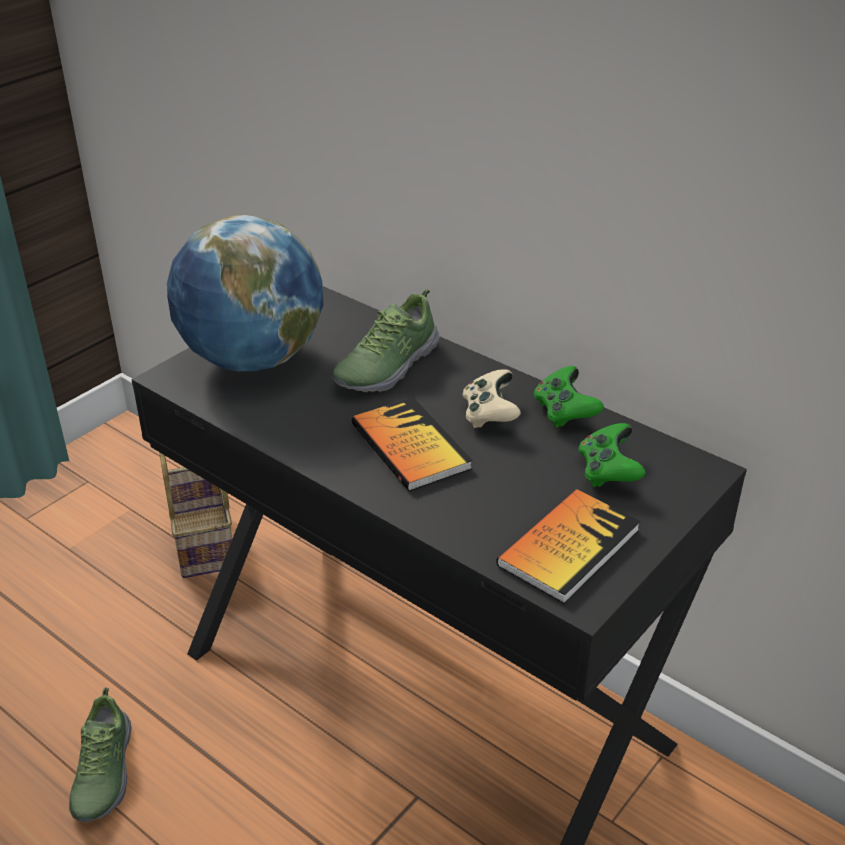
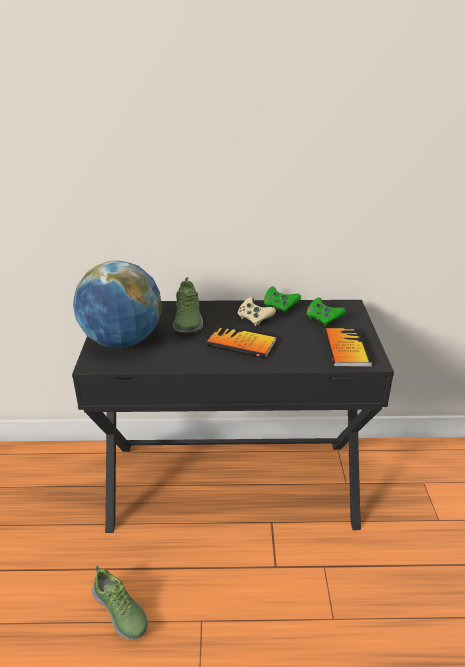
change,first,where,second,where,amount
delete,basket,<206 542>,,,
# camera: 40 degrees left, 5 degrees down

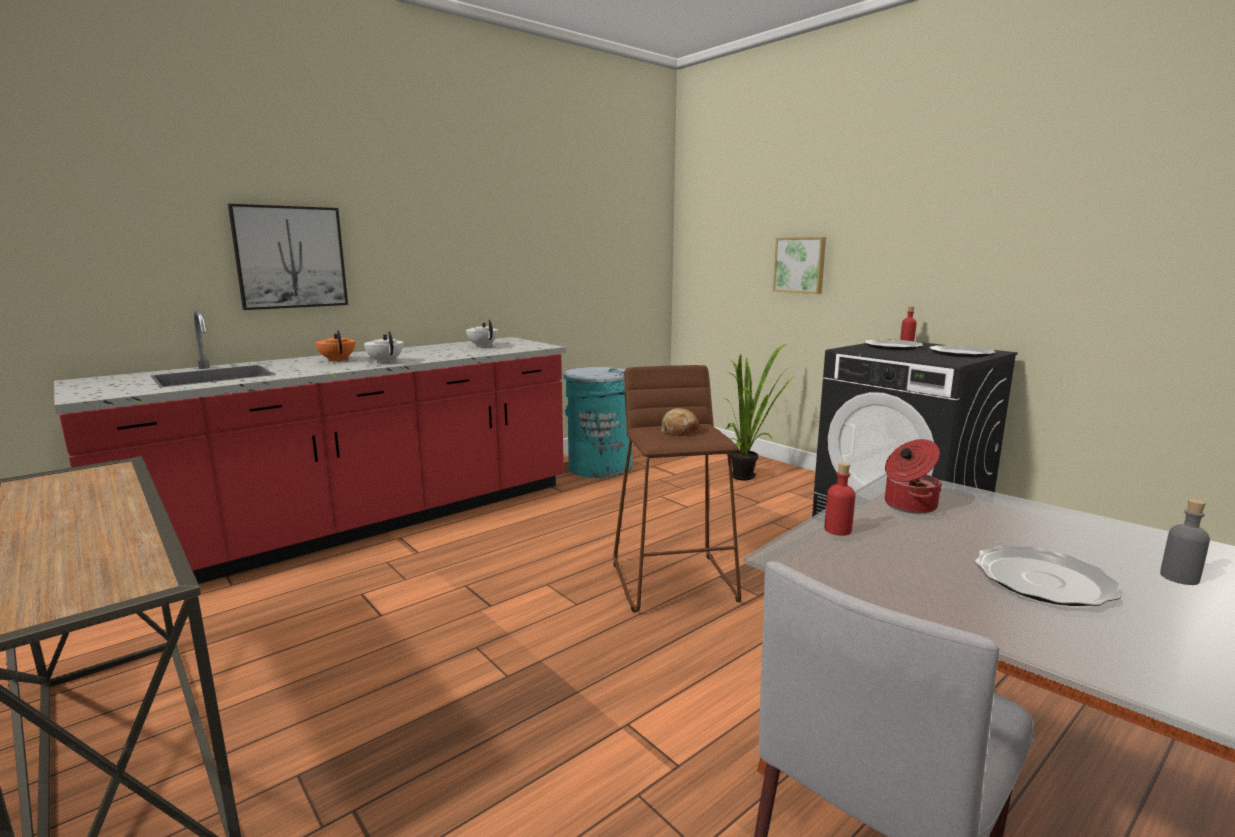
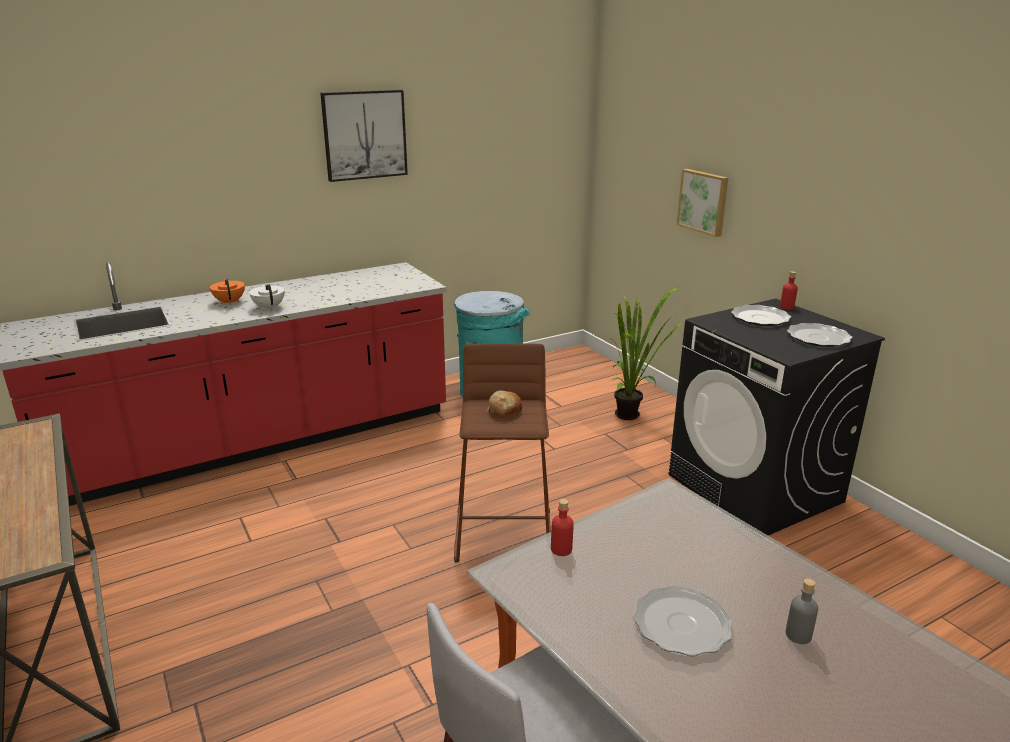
change,first,where,second,where,amount
move,picture,<290 257>,,<364 135>,
delete,teapot (white),<482 346>,,,
delete,cooking pot,<908 505>,,,
# camera: 10 degrees right, 10 degrees up

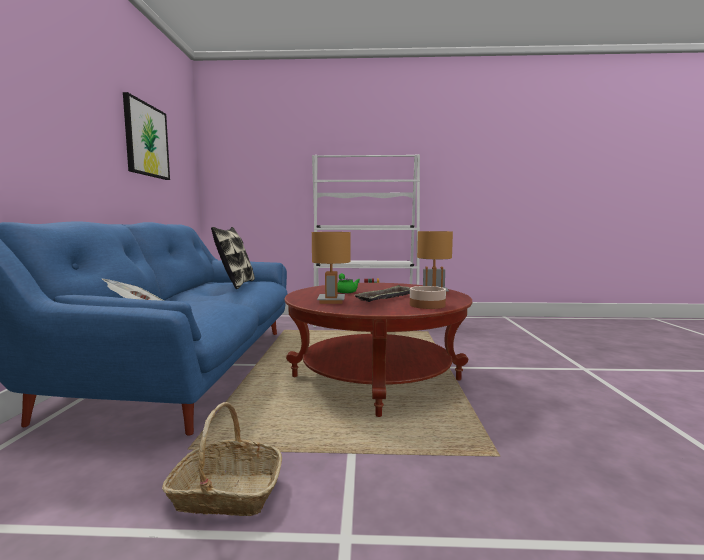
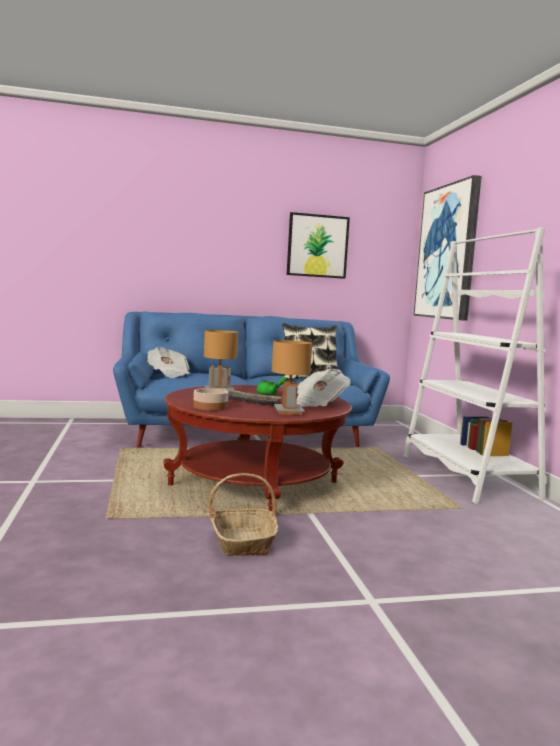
change,first,where,second,where,amount
move,basket,<226 493>,,<243 541>,
insert,,,newspaper,<318 404>,
insert,,,picture,<447 252>,
# camera: 75 degrees right, 0 degrees up

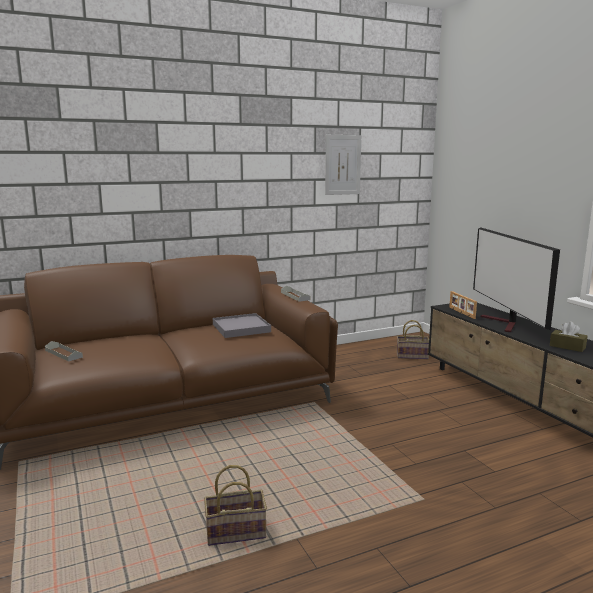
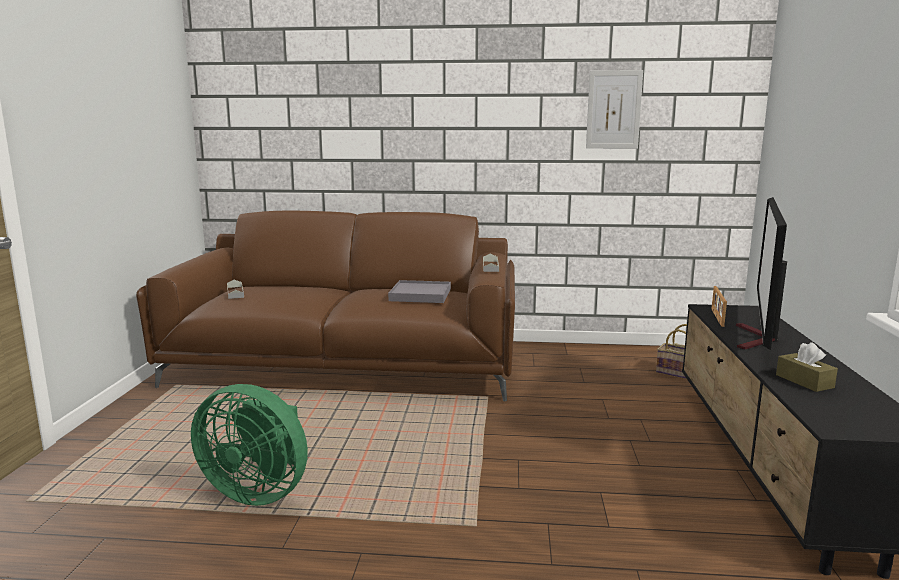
change,first,where,second,where,amount
replace,basket,<237 531>,fan (green),<258 491>,
# camera: 30 degrees right, 0 degrees up

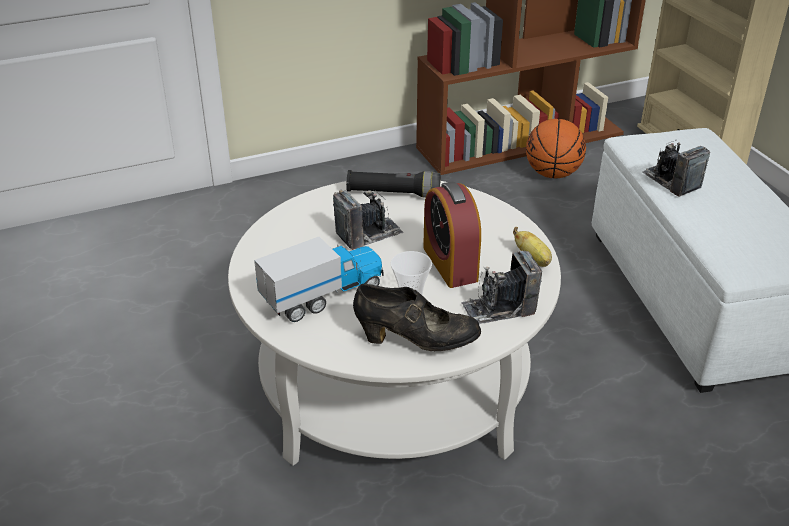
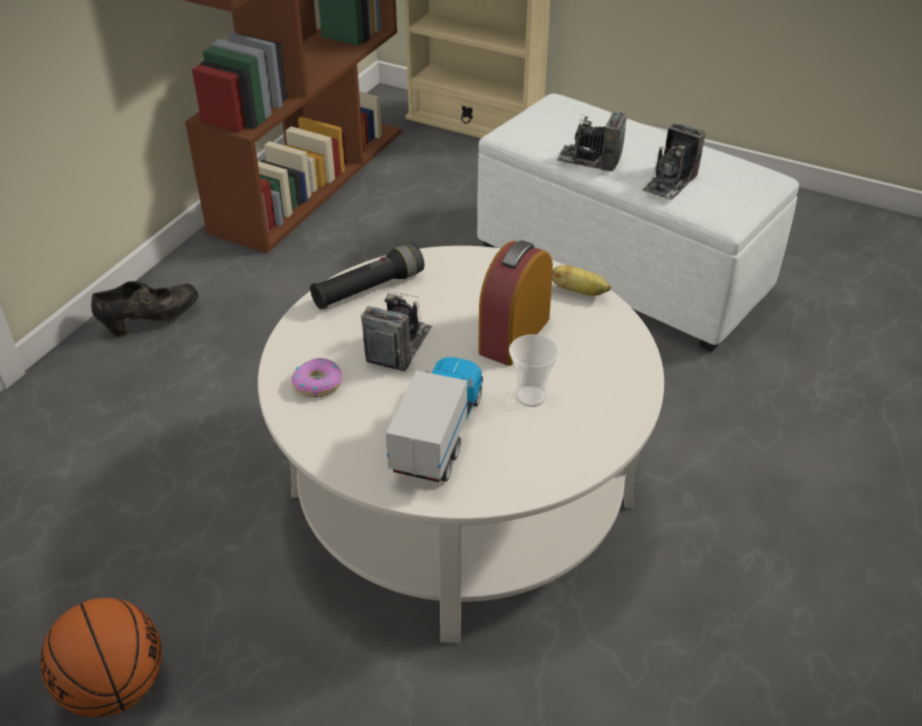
change,first,where,second,where,amount
move,basketball,<552 174>,,<114 688>,
move,shoe (black),<416 341>,,<151 321>,
insert,,,donut,<317 383>,
rotate,alarm clock,<450 264>,,<514 335>,90 degrees clockwise
move,photo camera,<499 308>,,<670 182>,
# camera: 40 degrees left, 5 degrees up

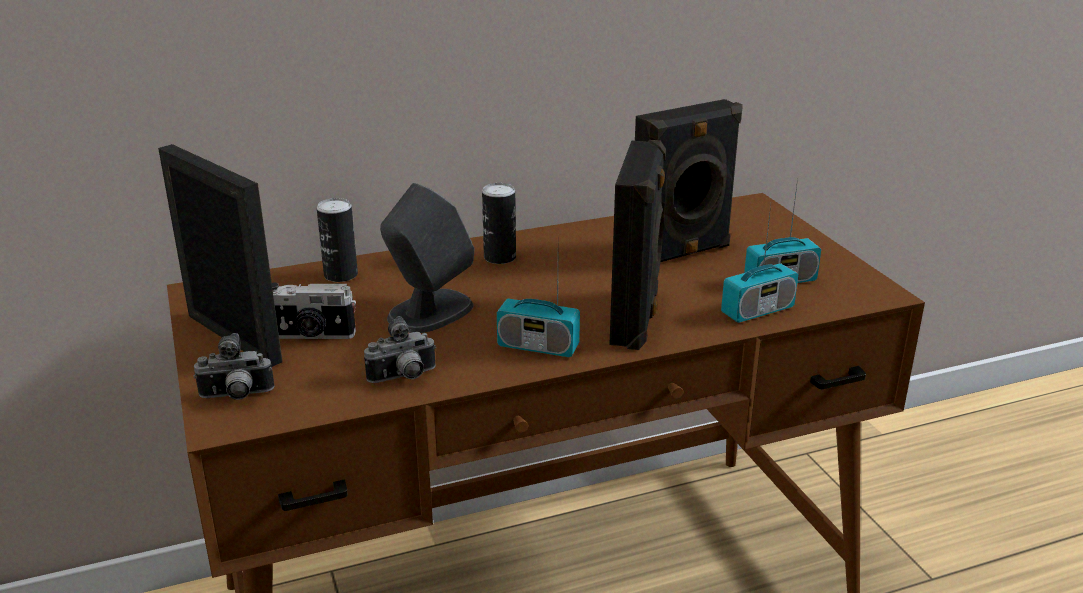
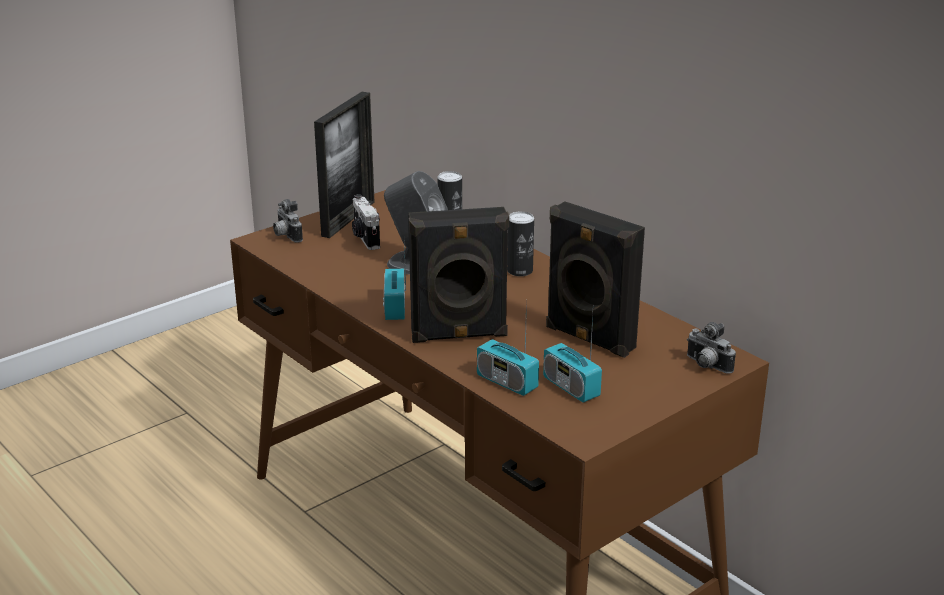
change,first,where,second,where,amount
move,photo camera,<403 378>,,<706 366>,
# camera: 70 degrees right, 0 degrees up

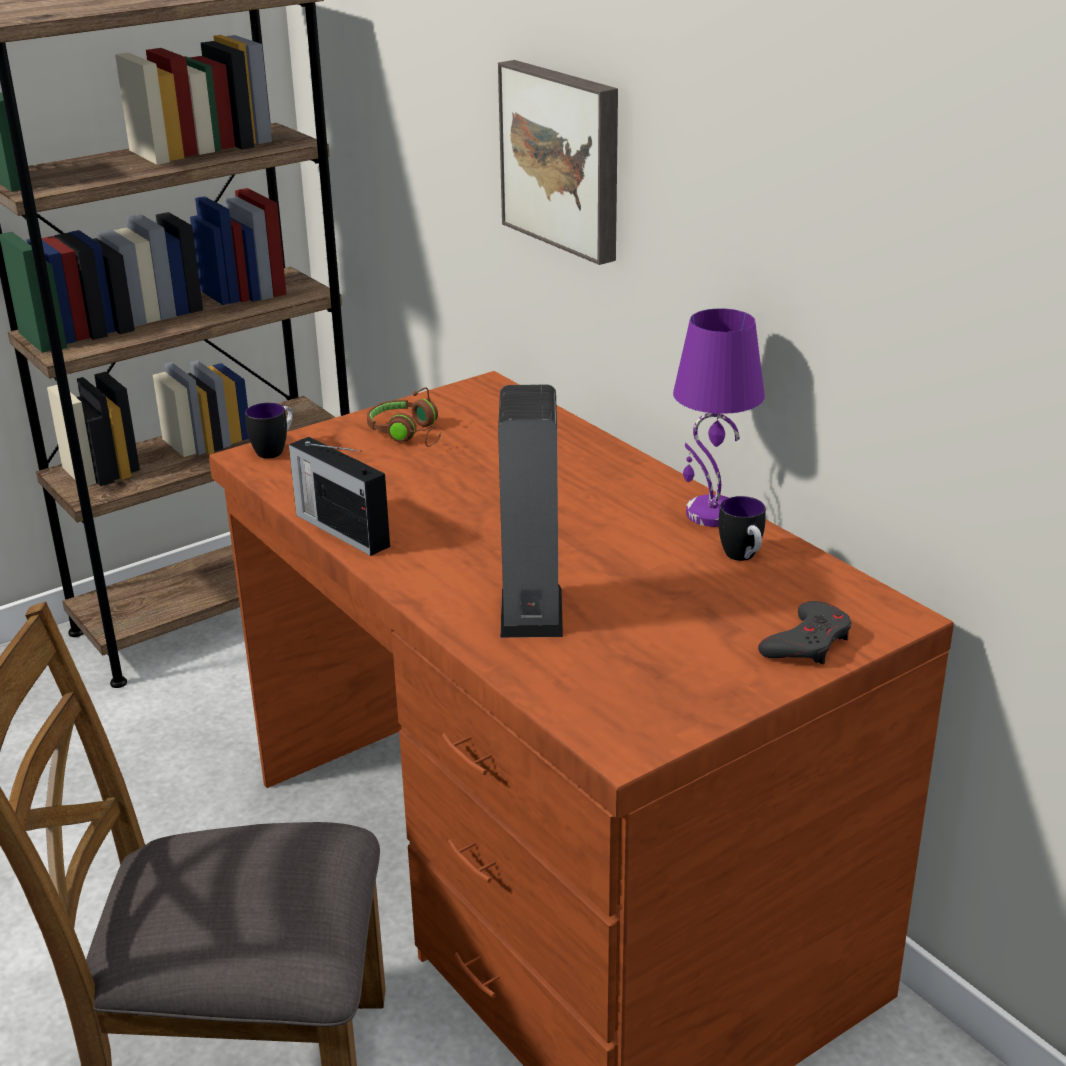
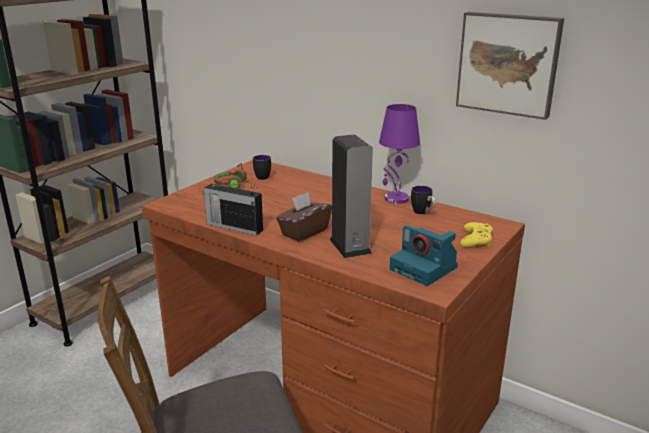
change,first,where,second,where,amount
move,mug,<275 450>,,<263 176>,
insert,,,tissue box (brown),<304 232>,
insert,,,photo camera,<425 268>,
move,picture,<564 158>,,<508 64>,
recolor,game controller (grey),<807 642>,game controller (yellow),<476 239>,
# camera: 20 degrees left, 5 degrees down

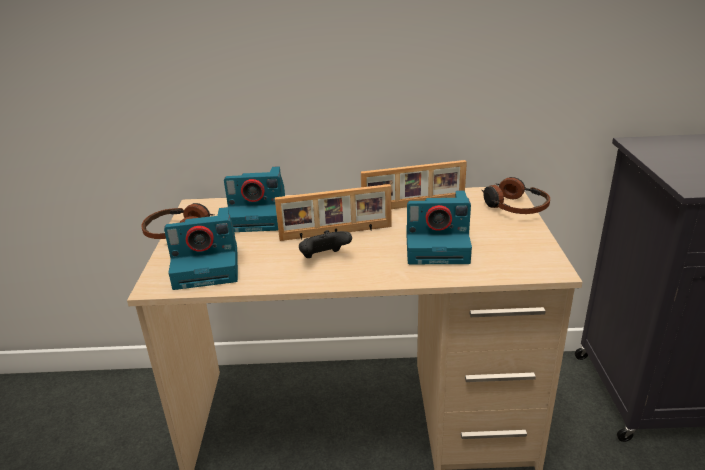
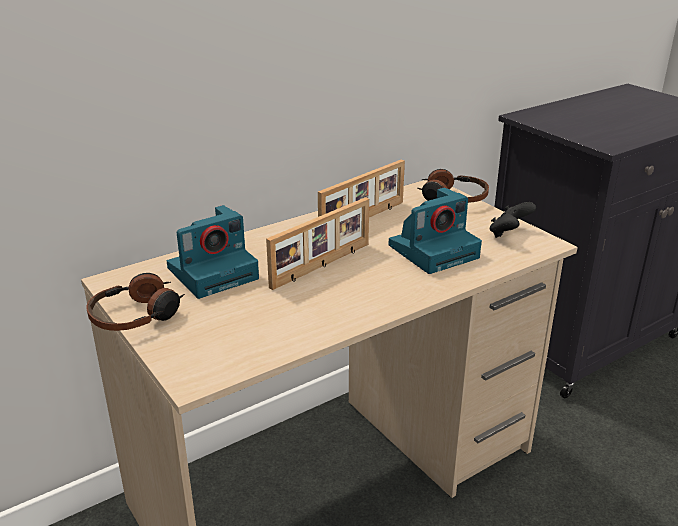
change,first,where,second,where,amount
move,game controller (black),<324 258>,,<509 234>,
delete,photo camera,<208 267>,,,
# camera: 35 degrees left, 0 degrees up

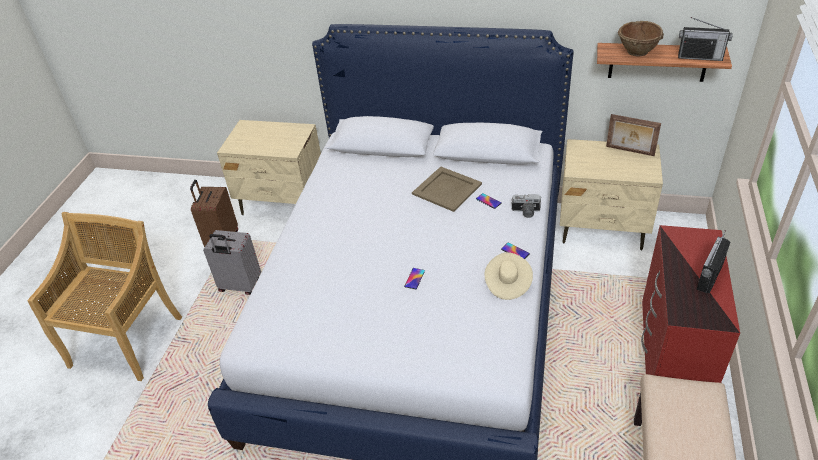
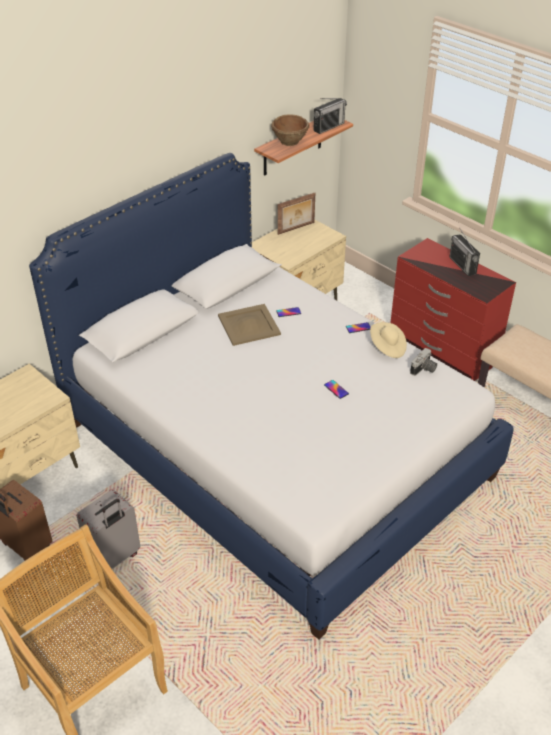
change,first,where,second,where,amount
move,photo camera,<525 212>,,<424 370>,
# camera: 60 degrees left, 0 degrees up

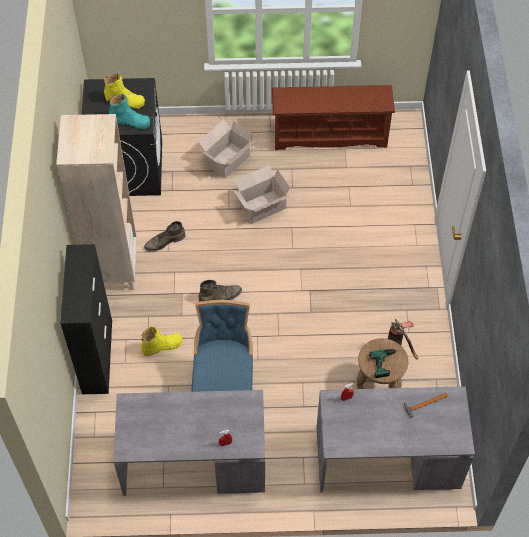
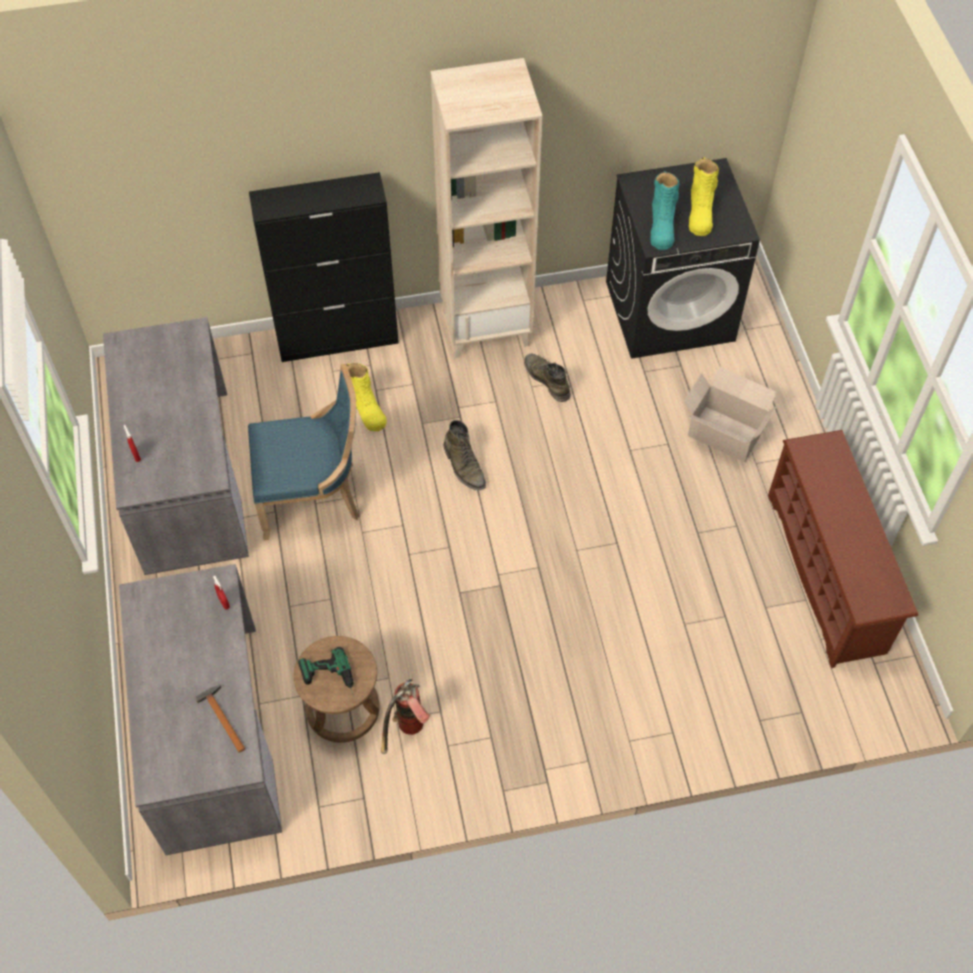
change,first,where,second,where,amount
delete,cardboard box,<261 207>,,,
# camera: 80 degrees right, 0 degrees up

